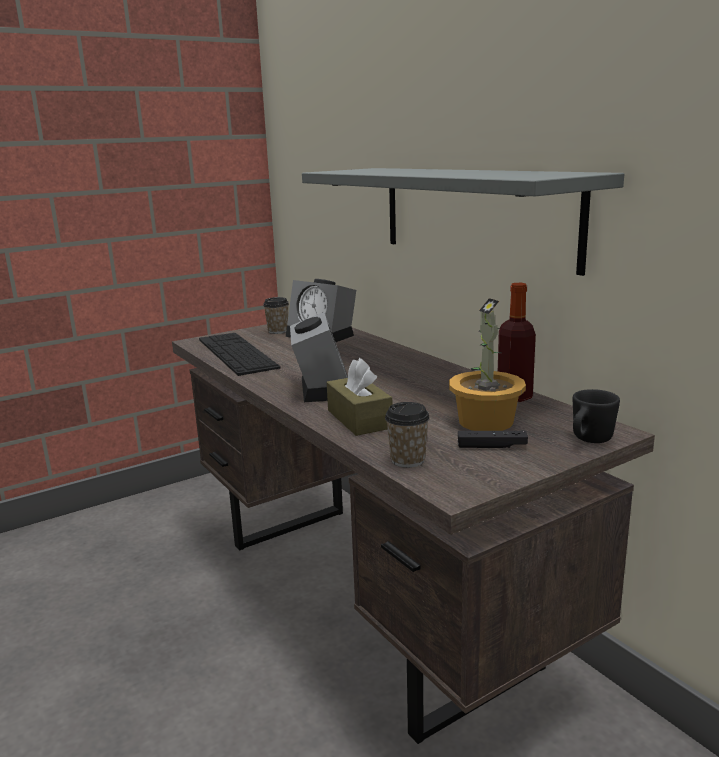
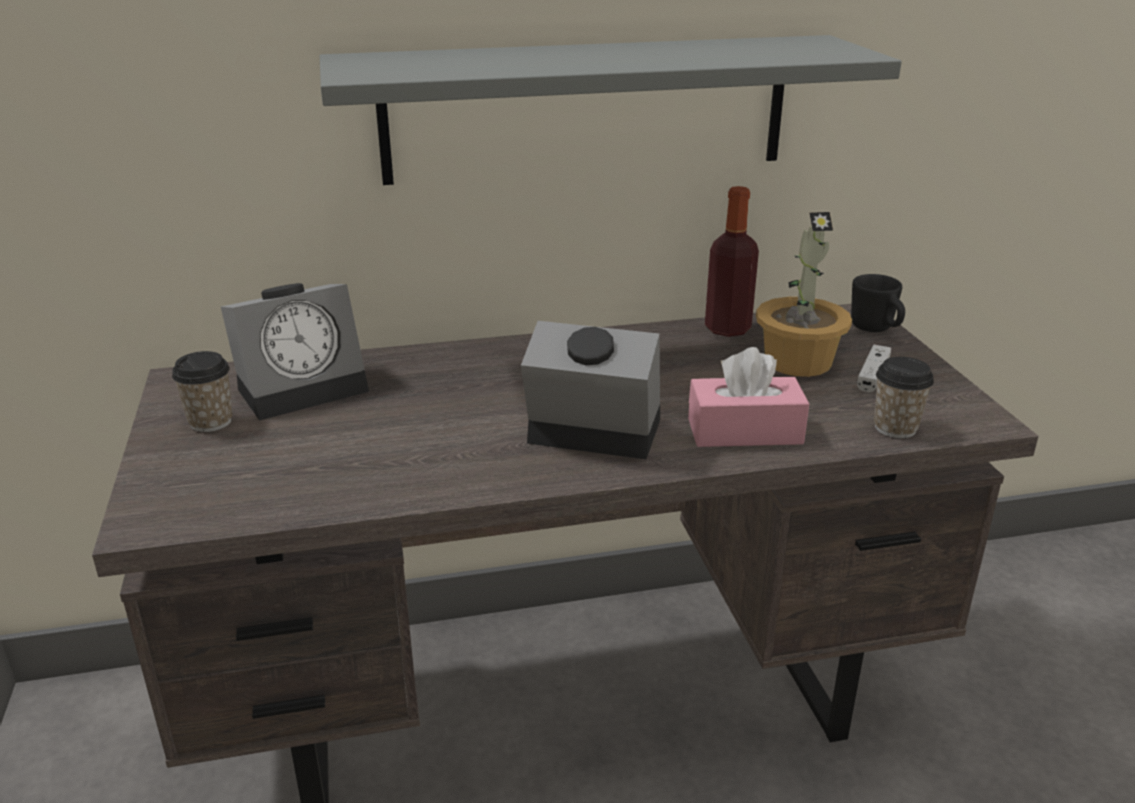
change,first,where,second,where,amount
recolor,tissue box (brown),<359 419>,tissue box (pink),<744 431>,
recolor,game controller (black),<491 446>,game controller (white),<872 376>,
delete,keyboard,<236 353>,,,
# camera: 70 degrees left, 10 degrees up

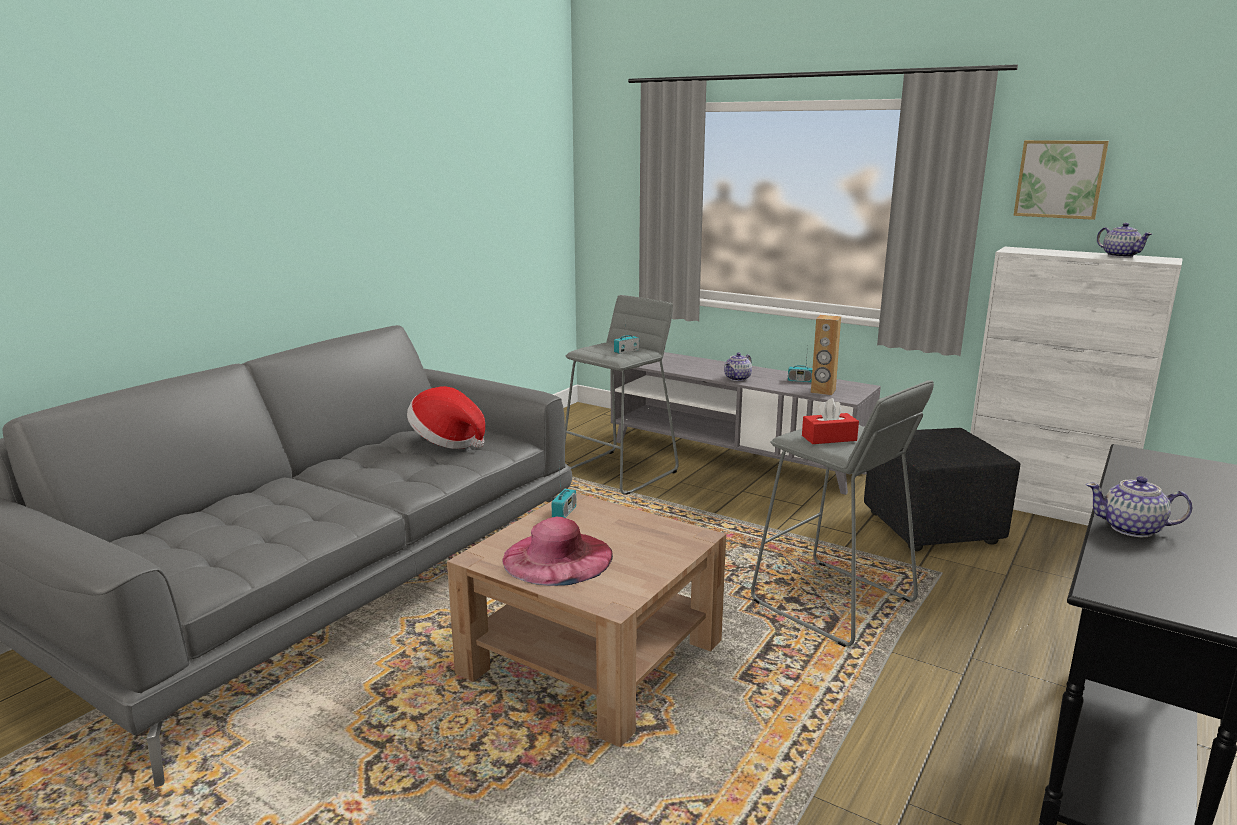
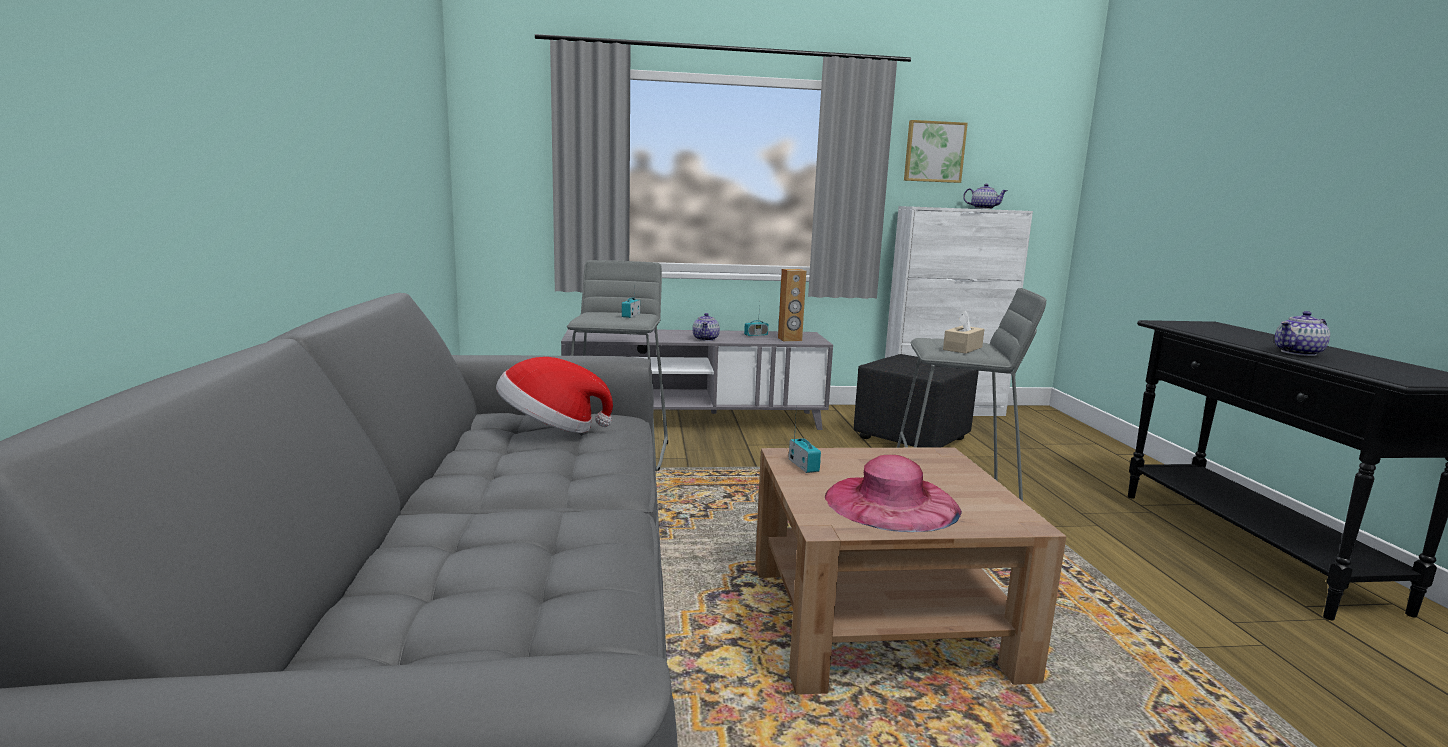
change,first,where,second,where,amount
recolor,tissue box (red),<829 438>,tissue box (beige),<962 348>,
# camera: 40 degrees left, 5 degrees down

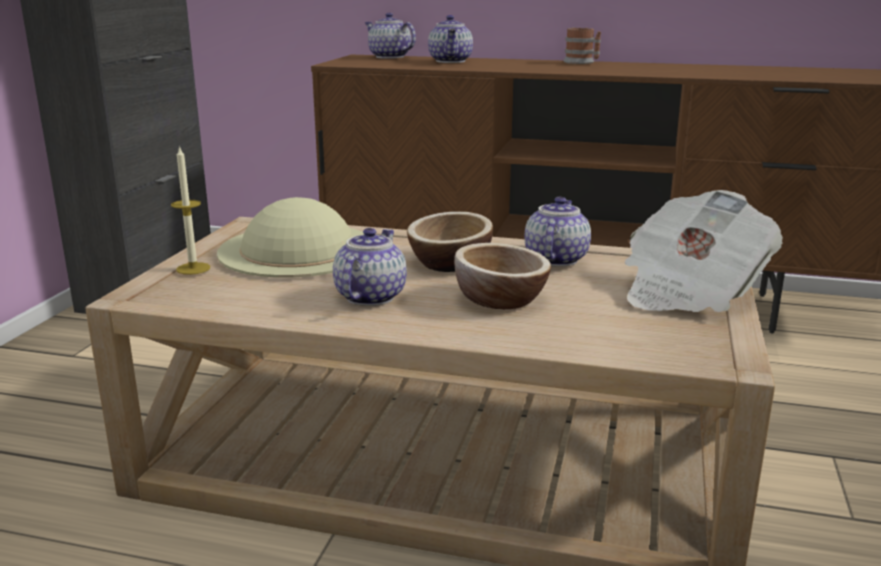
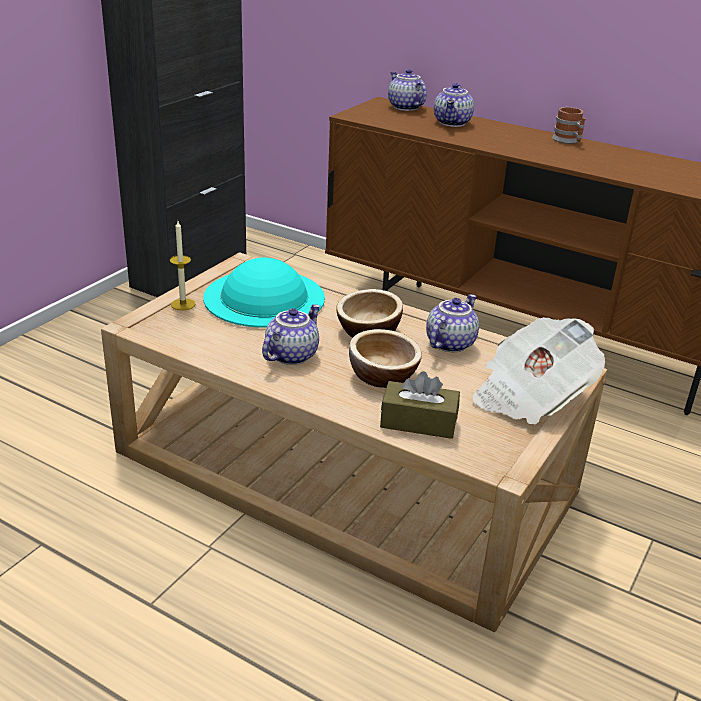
change,first,where,second,where,amount
recolor,hat (beige),<298 249>,hat (turquoise),<264 297>,
insert,,,tissue box (brown),<418 422>,
# camera: 15 degrees right, 10 degrees up

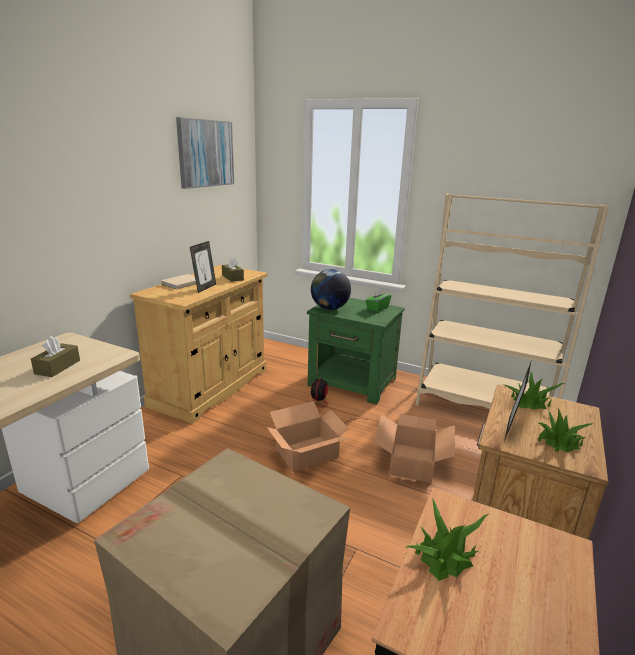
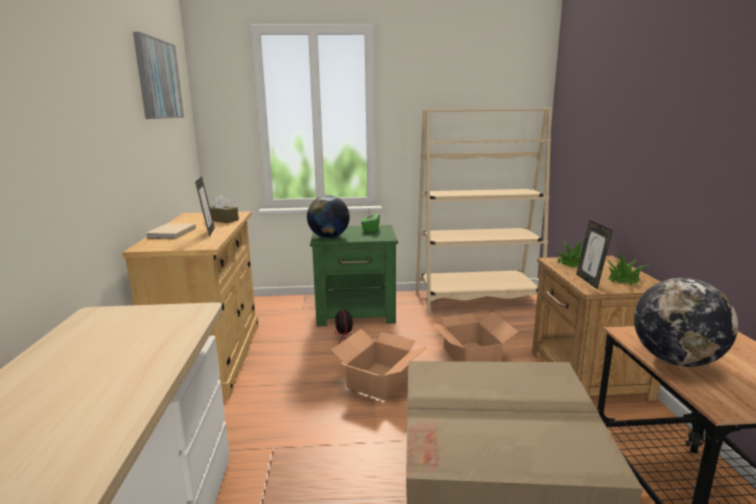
change,first,where,second,where,amount
replace,potted plant,<445 556>,globe,<675 360>,
delete,tissue box (brown),<57 367>,,,
# camera: 30 degrees left, 5 degrees down

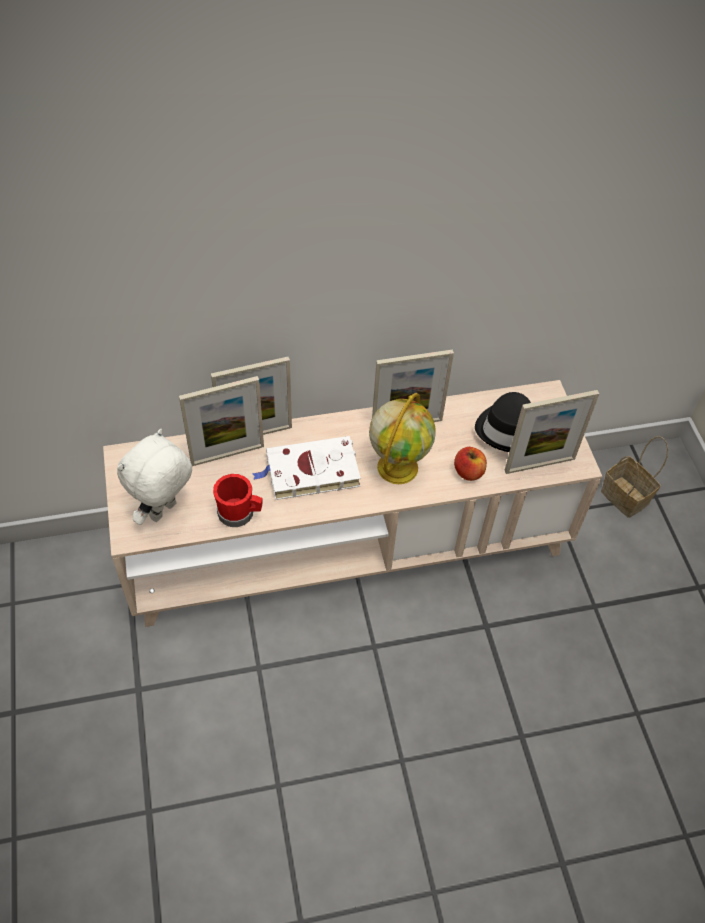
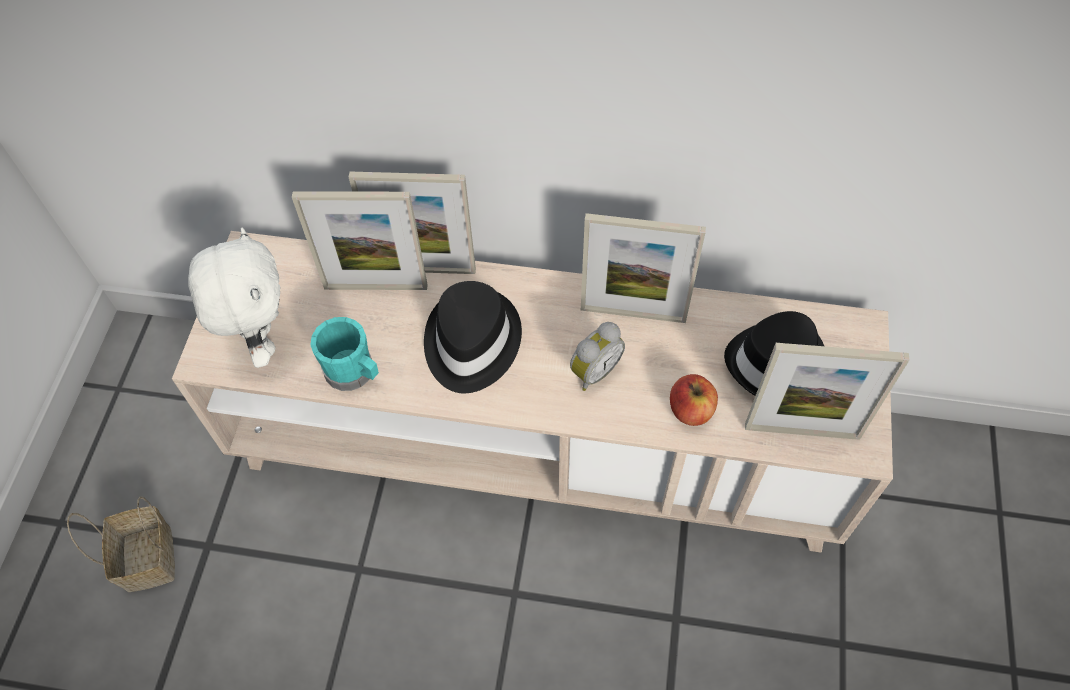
change,first,where,second,where,amount
move,basket,<626 497>,,<150 560>,
rotate,plush toy (white),<164 512>,,<261 341>,105 degrees clockwise
recolor,mug (red),<240 513>,mug (turquoise),<354 372>,
replace,book (white),<309 472>,hat (black),<470 343>,
replace,globe,<397 466>,alarm clock,<593 371>,
# camera: 25 degrees right, 5 degrees up

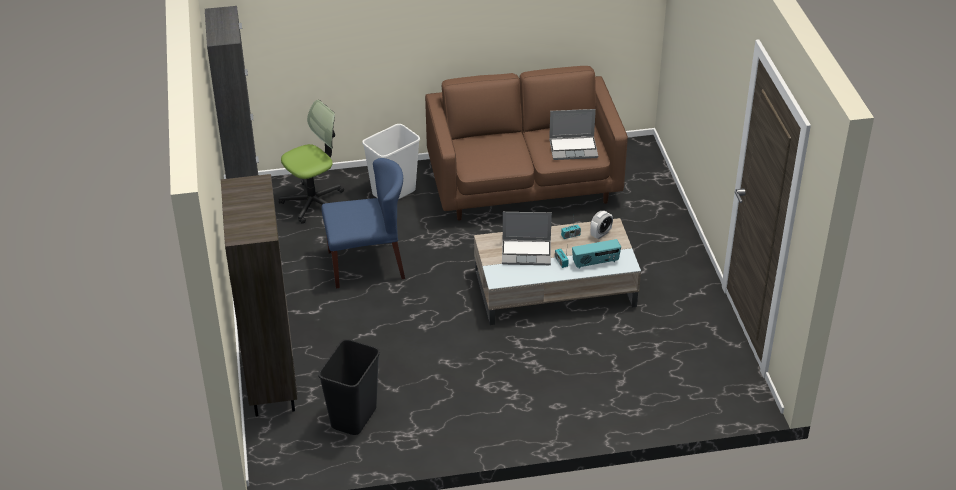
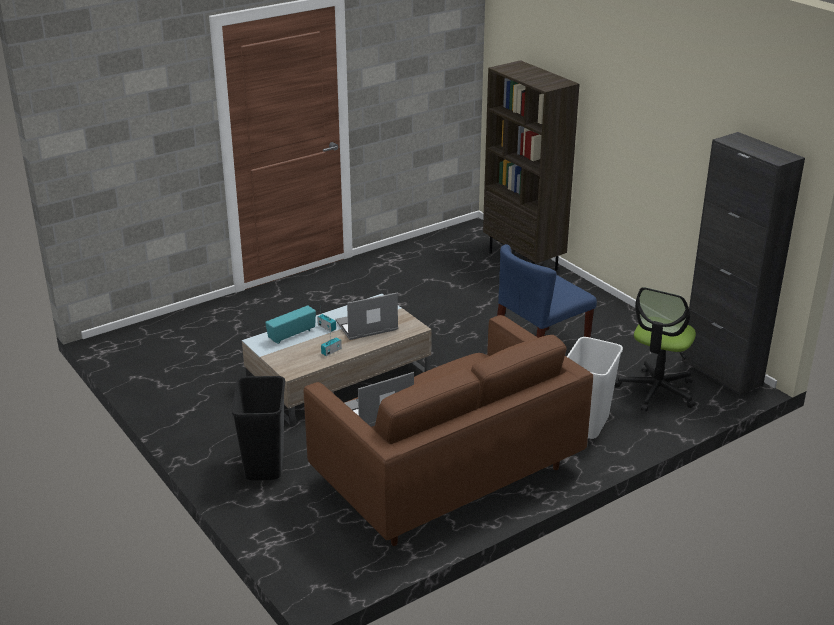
change,first,where,second,where,amount
move,trash can (black),<354 418>,,<263 465>,
delete,alarm clock,<600 234>,,,
# camera: 155 degrees right, 10 degrees down

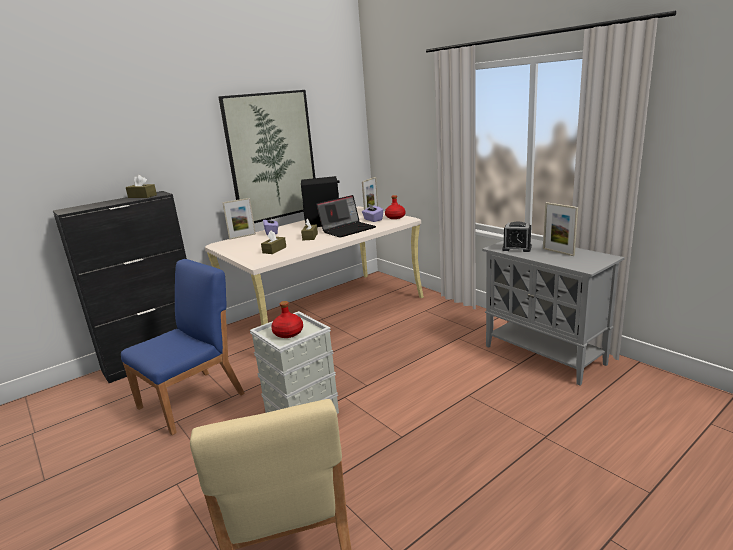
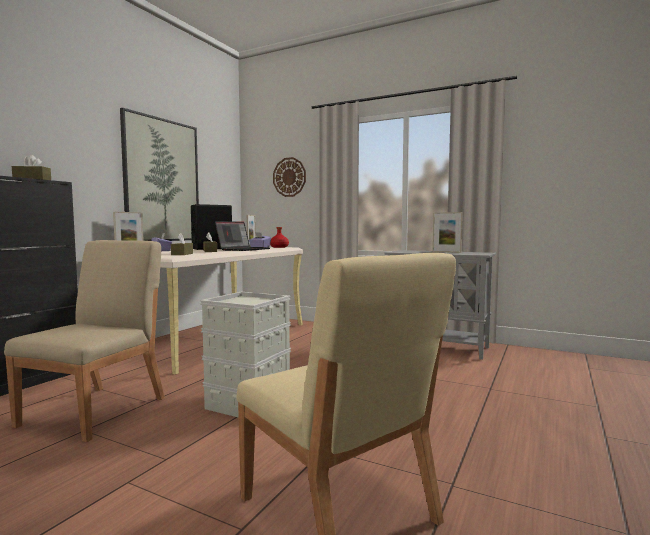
change,first,where,second,where,amount
recolor,chair (blue),<193 400>,chair (beige),<96 411>,
insert,,,wall clock,<289 177>,
delete,bottle (red),<288 333>,,,
delete,alarm clock,<516 248>,,,
# camera: 25 degrees left, 15 degrees down

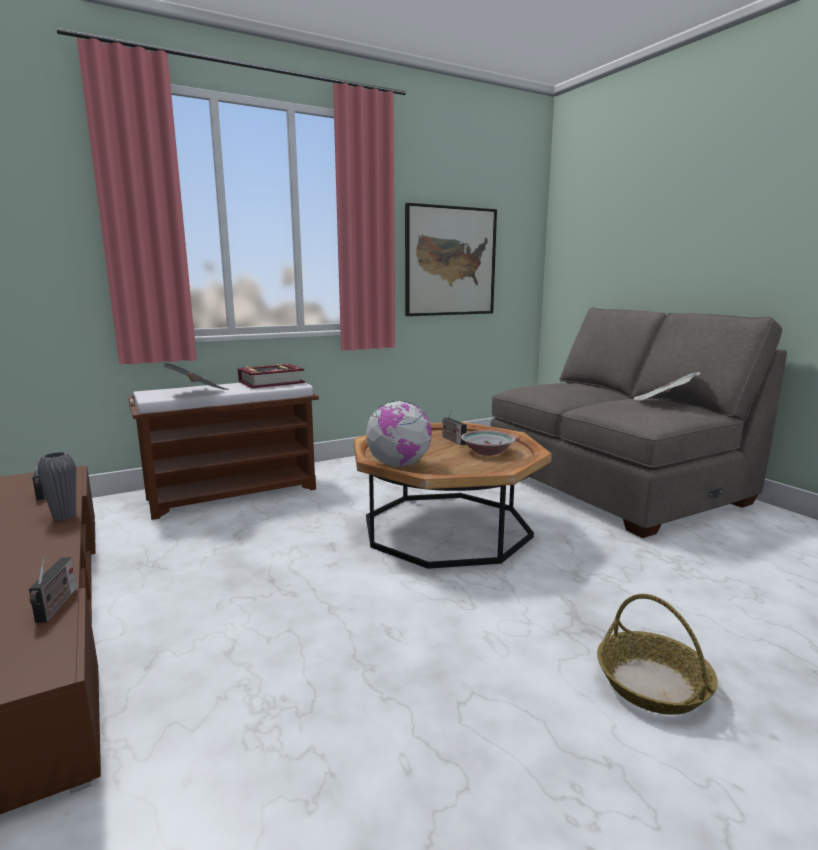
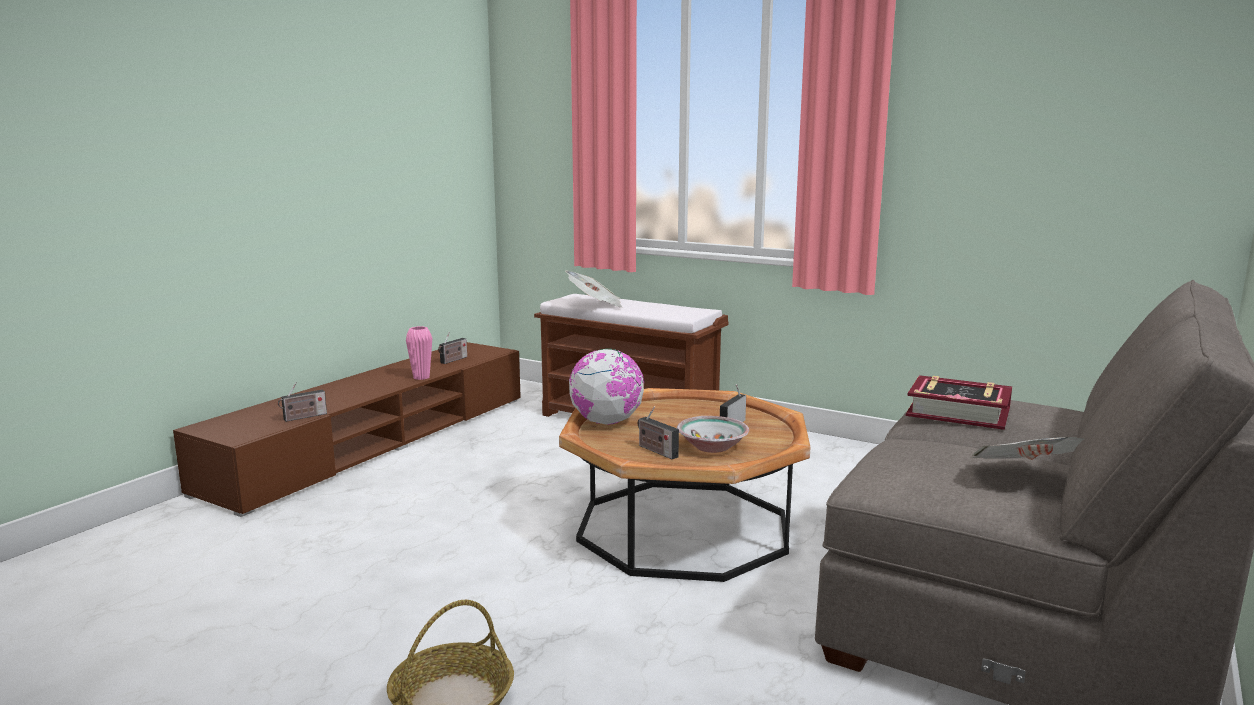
change,first,where,second,where,amount
recolor,vase (grey),<64 516>,vase (pink),<421 377>,
insert,,,radio,<656 451>,
move,book,<271 382>,,<958 412>,
delete,picture,<450 261>,,,
# camera: 60 degrees right, 0 degrees up

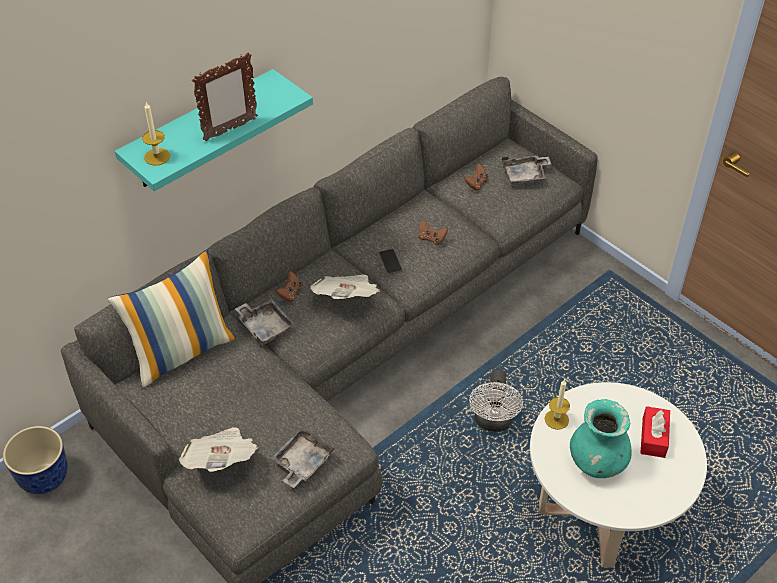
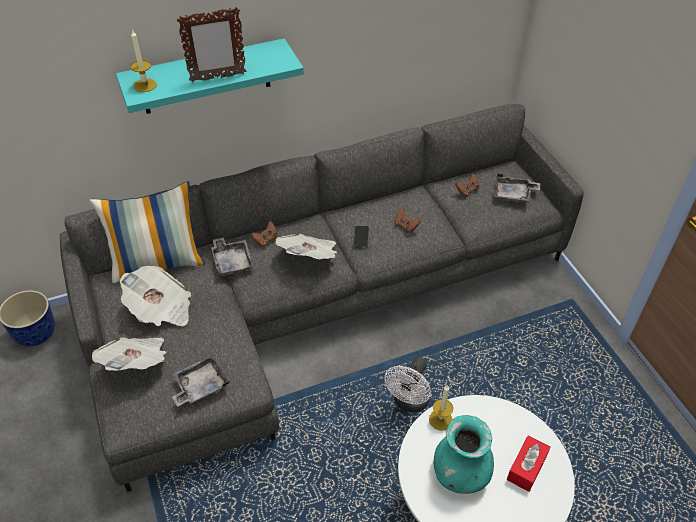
change,first,where,second,where,amount
insert,,,newspaper,<161 309>,
# camera: 20 degrees right, 0 degrees up

